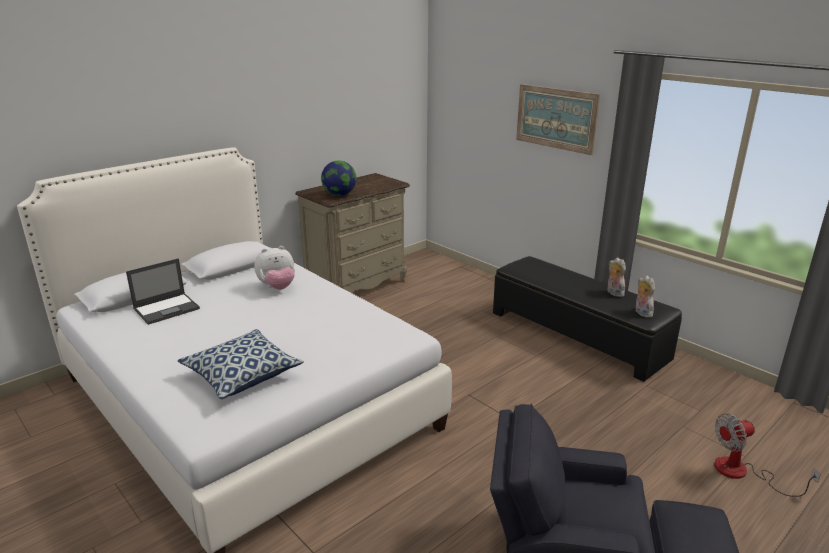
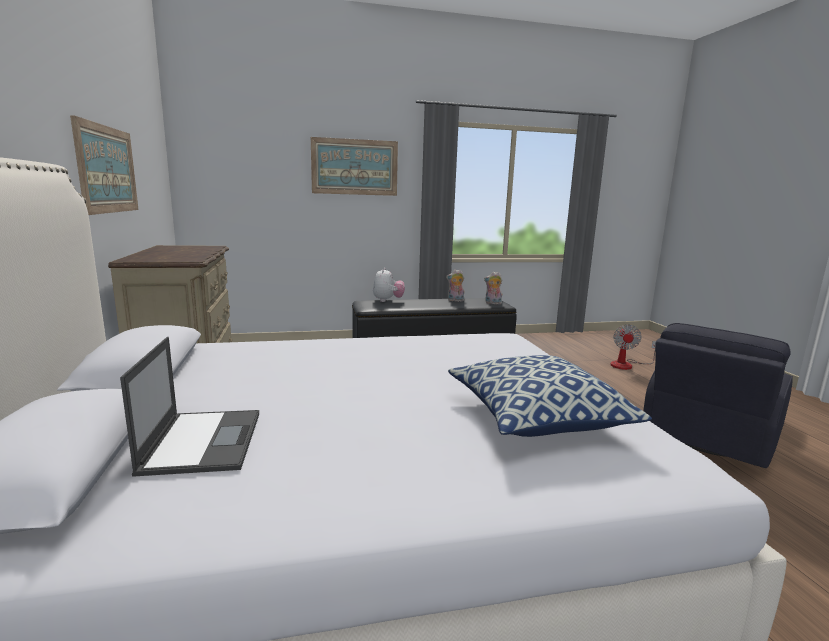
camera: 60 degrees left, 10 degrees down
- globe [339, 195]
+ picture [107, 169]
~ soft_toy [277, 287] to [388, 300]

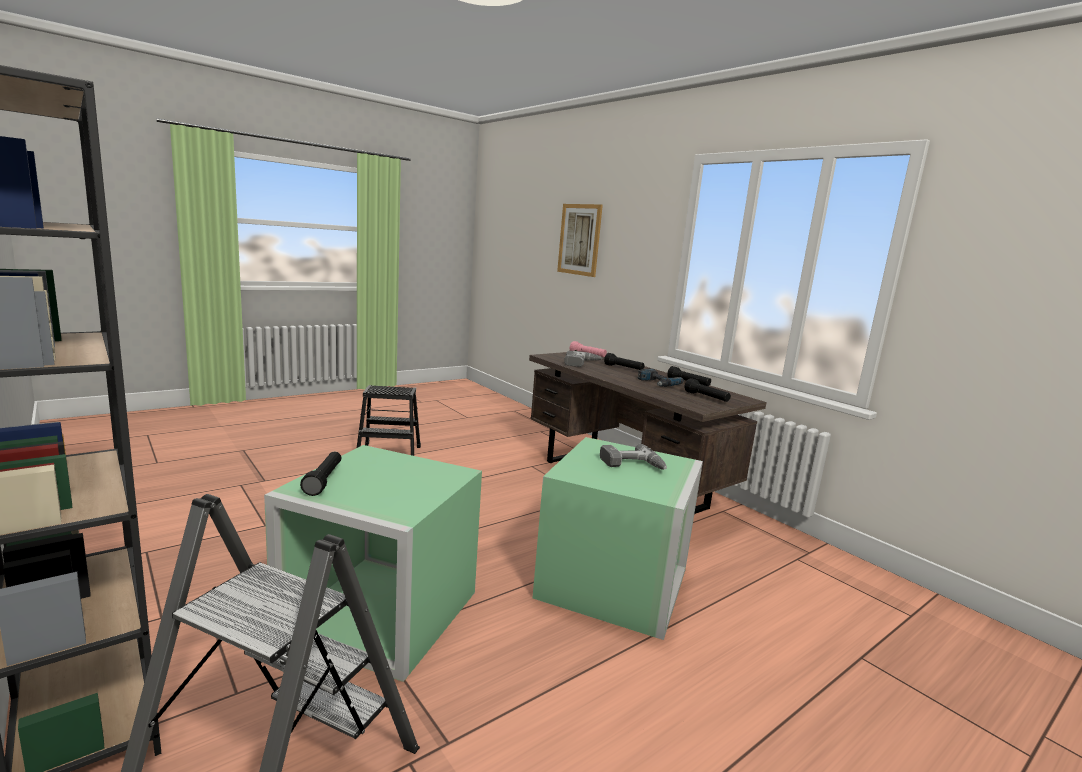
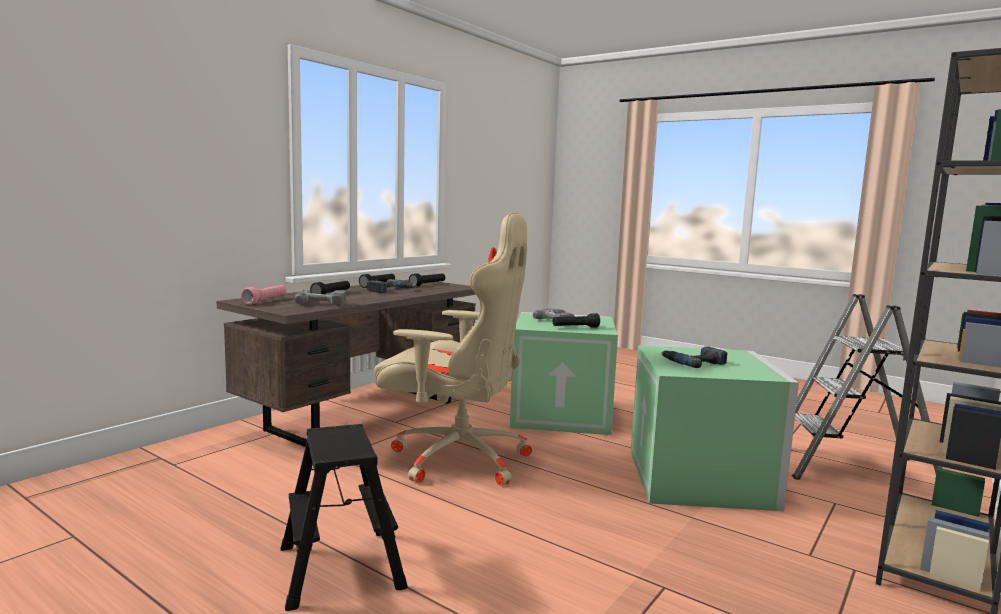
camera: 105 degrees left, 5 degrees down
- picture [579, 239]
+ beige-coloured_office_chair [450, 458]
+ drill [694, 362]
~ black-coloured_torch [324, 480] to [575, 328]

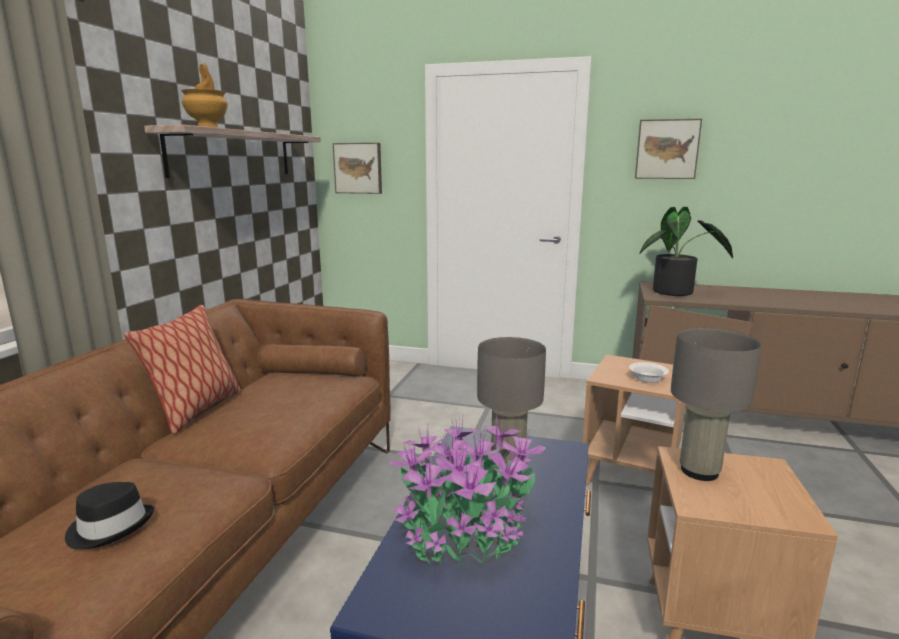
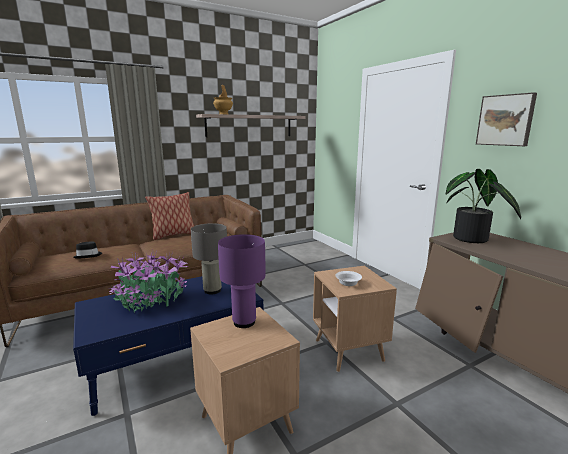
camera: 45 degrees right, 0 degrees up
- picture [358, 168]
~ greyish_table_lamp [698, 471] to purplish_table_lamp [244, 322]

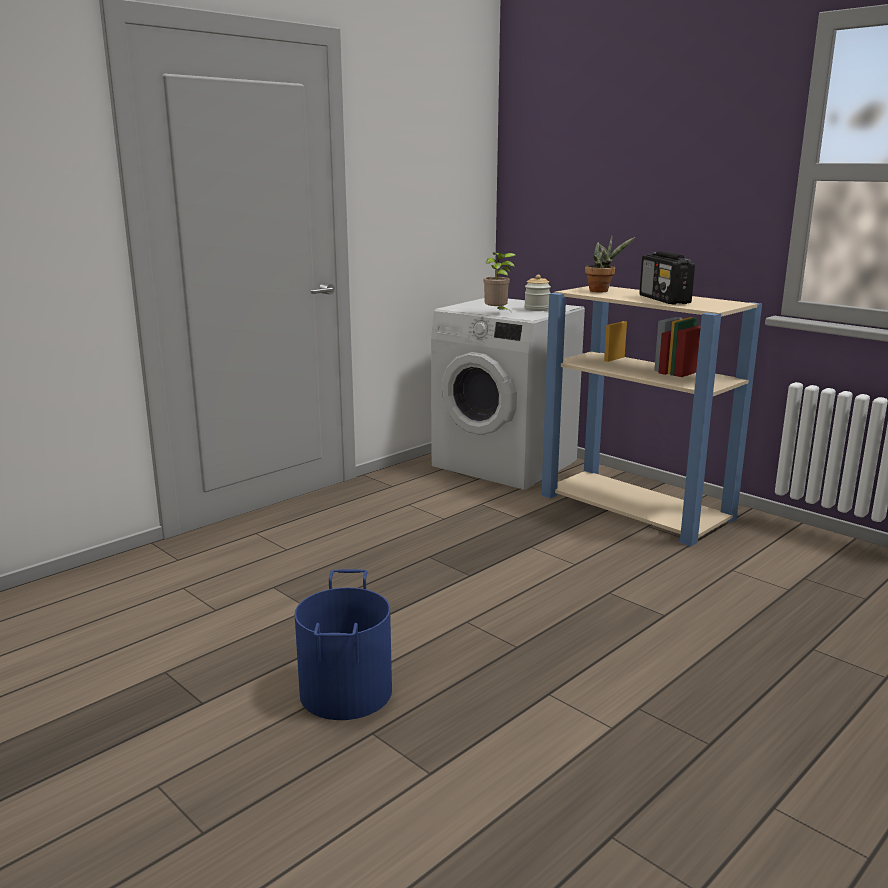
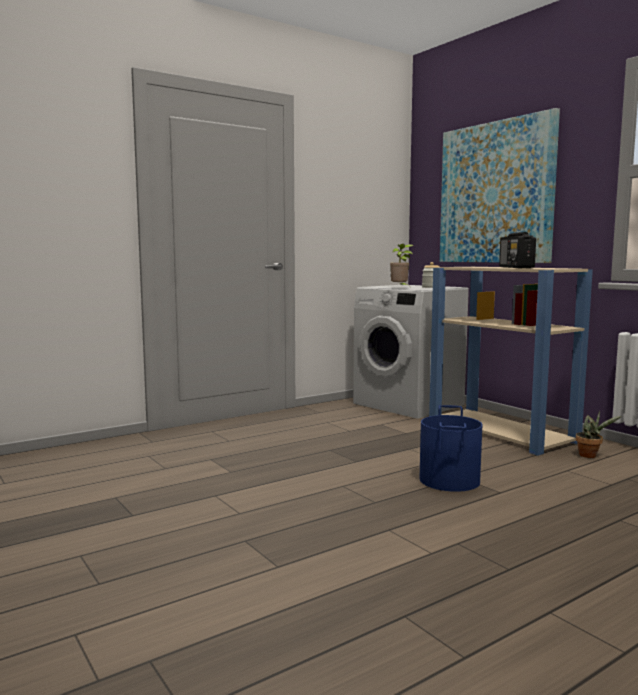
camera: 10 degrees right, 10 degrees down
+ picture [495, 193]
~ bluish_bucket [347, 691] to [450, 480]
~ houseplant [601, 291] to [590, 455]

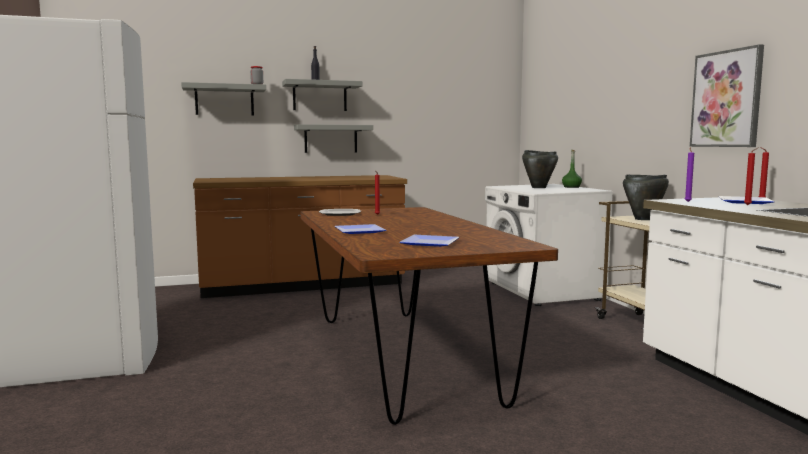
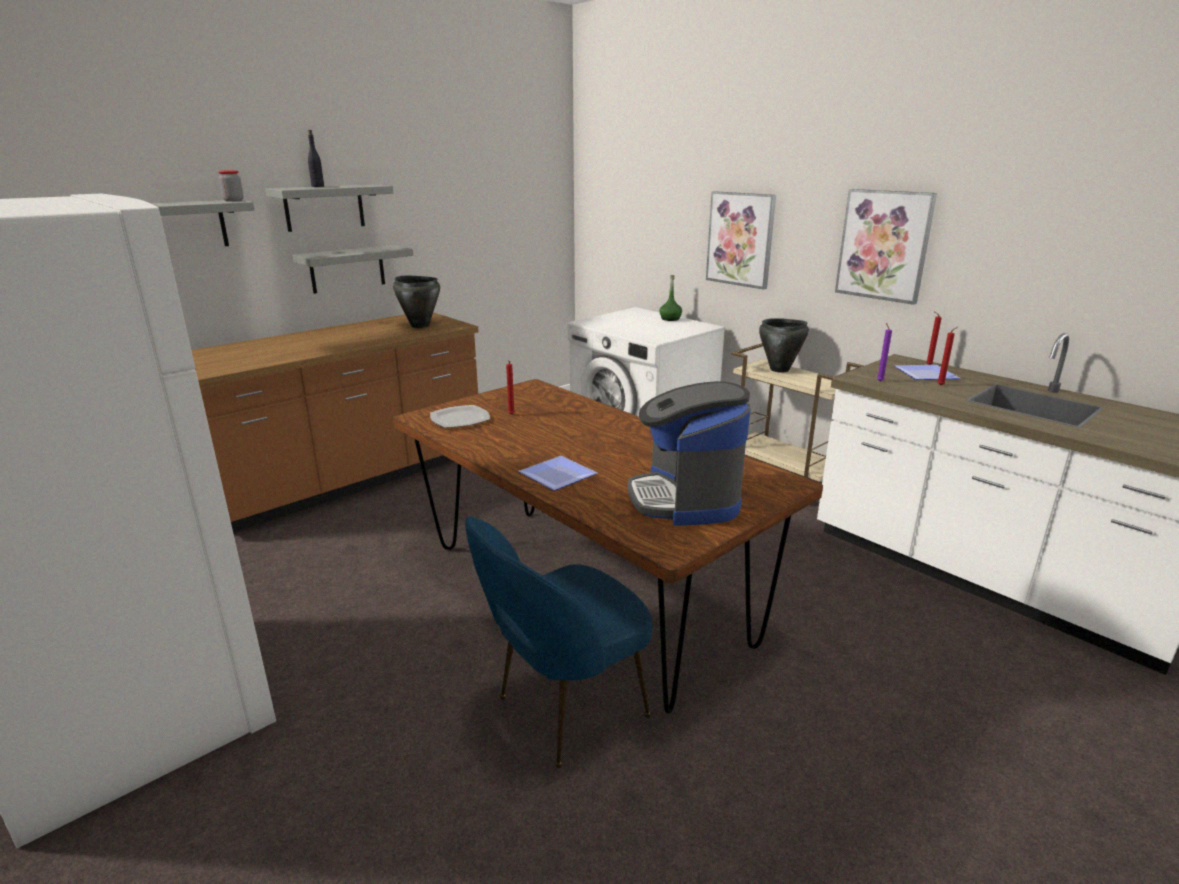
camera: 25 degrees left, 15 degrees up
+ bluish_plain_chair [562, 712]
+ picture [740, 239]
~ black-coloured_stockpot [538, 187] to [420, 326]
~ plate [431, 243] to coffee_maker [685, 499]

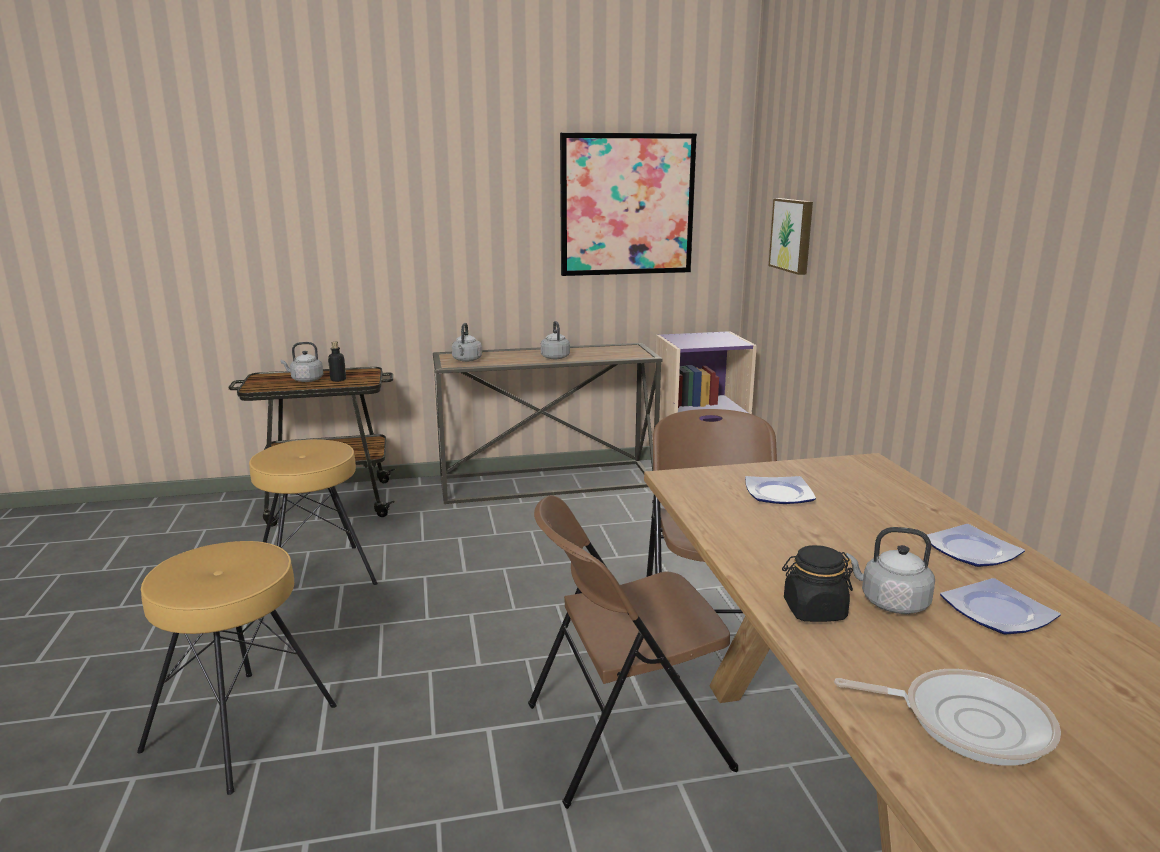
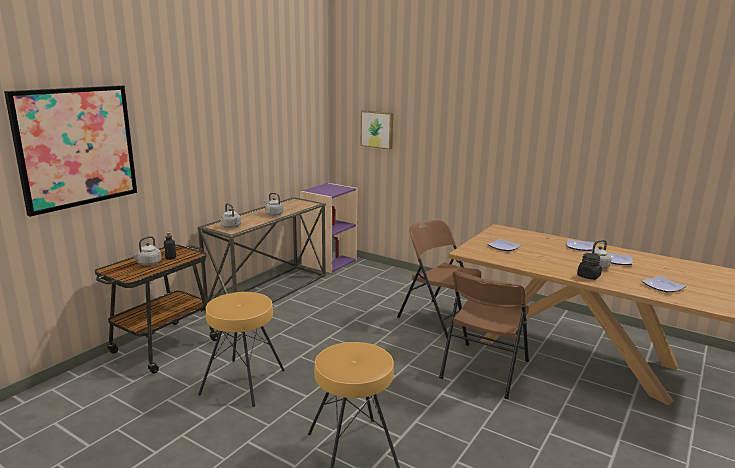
camera: 45 degrees left, 0 degrees up
~ picture [627, 205] to [76, 147]
~ frying_pan [967, 722] to plate [661, 287]

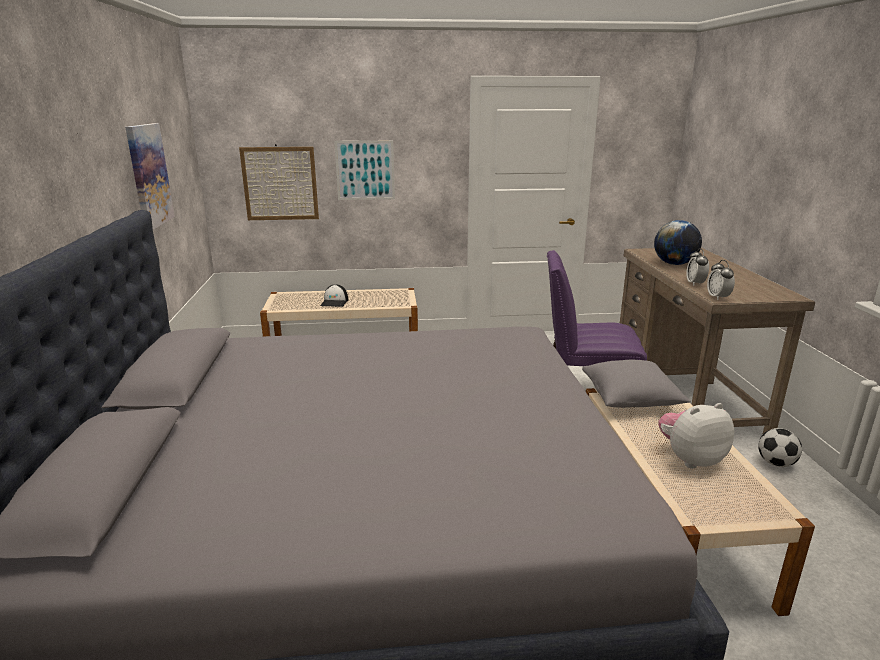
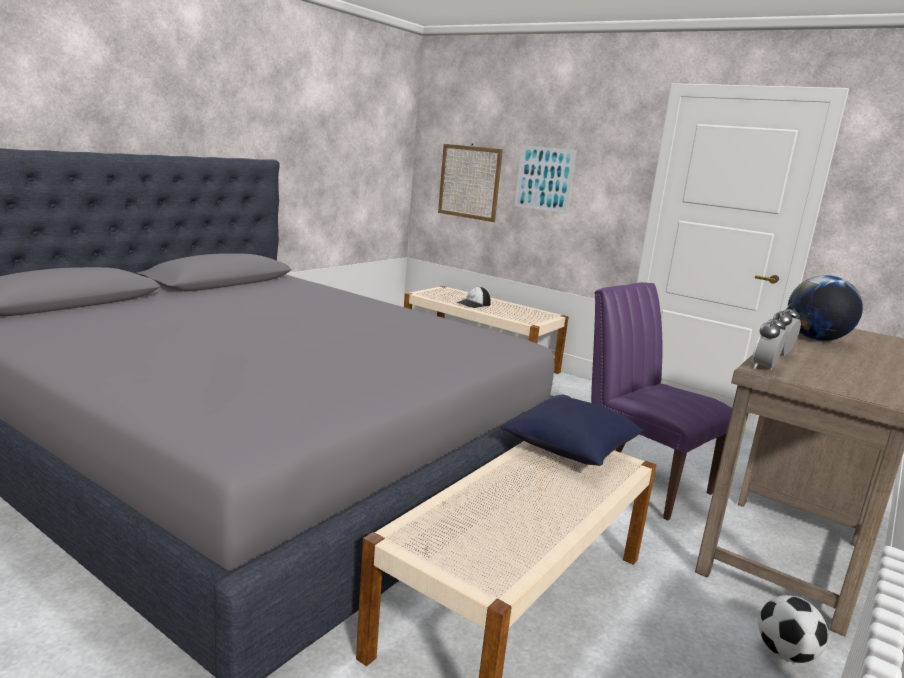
camera: 40 degrees right, 5 degrees down
- picture [149, 175]
- soft_toy [690, 459]
~ greyish_pillow [631, 399] to bluish_pillow [571, 451]

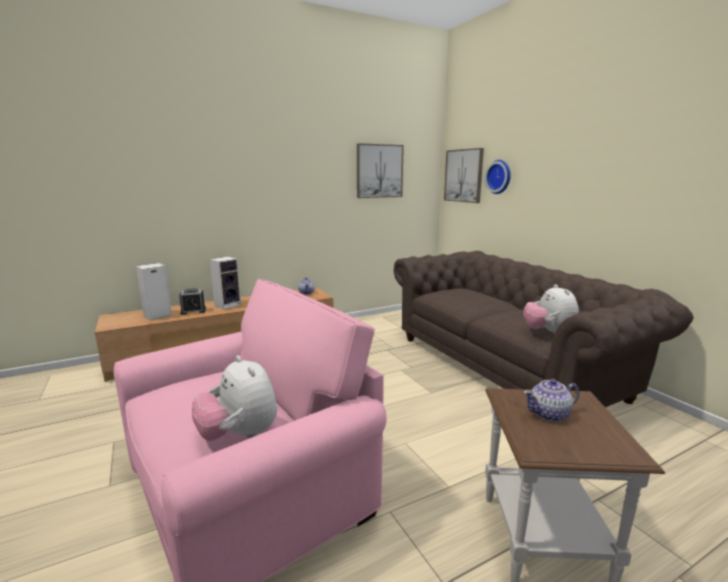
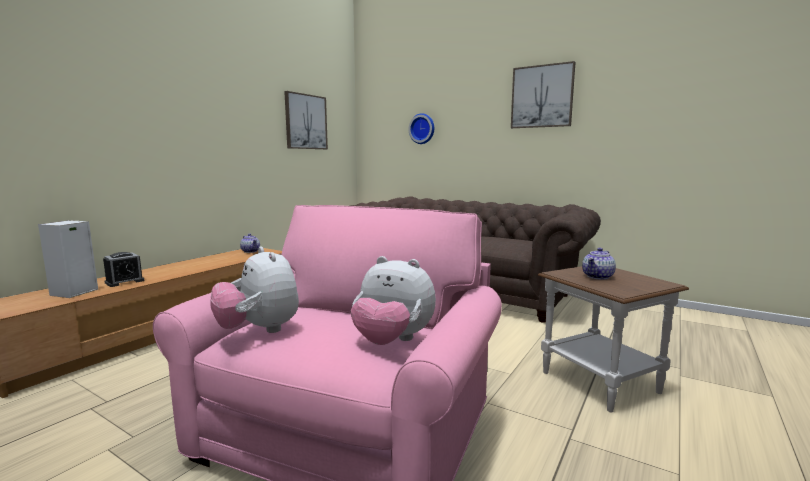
camera: 30 degrees left, 5 degrees down
- speaker [228, 305]
~ picture [464, 175] to [542, 96]
~ soft_toy [548, 332] to [259, 330]

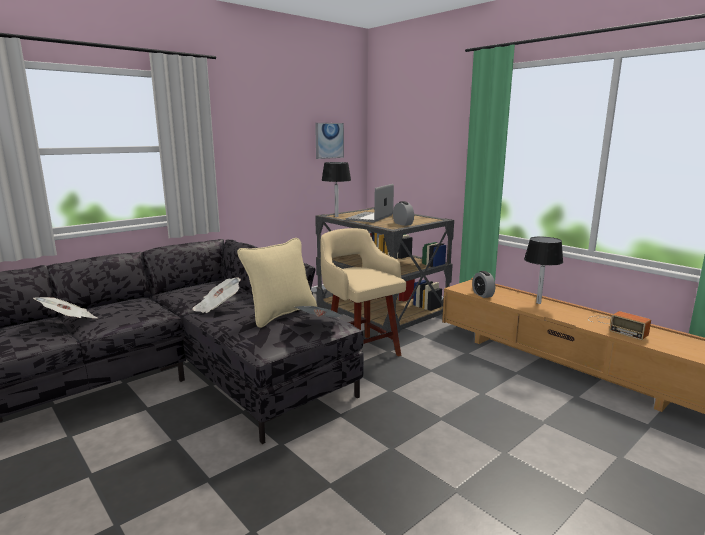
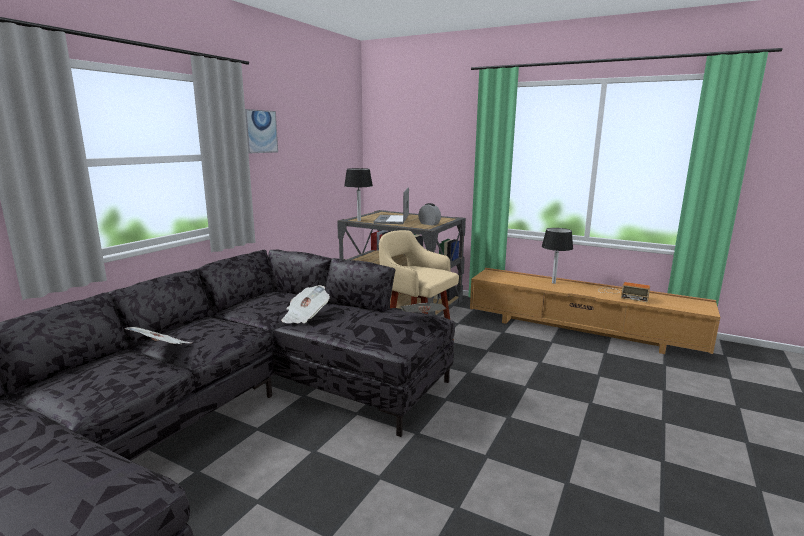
camera: 20 degrees left, 0 degrees up
- beige-coloured_pillow [281, 315]
- table_clock [482, 295]
~ picture [329, 140] to [260, 131]

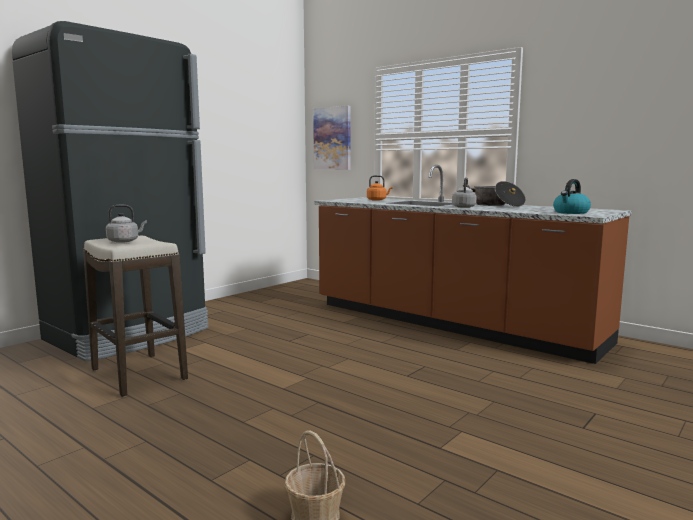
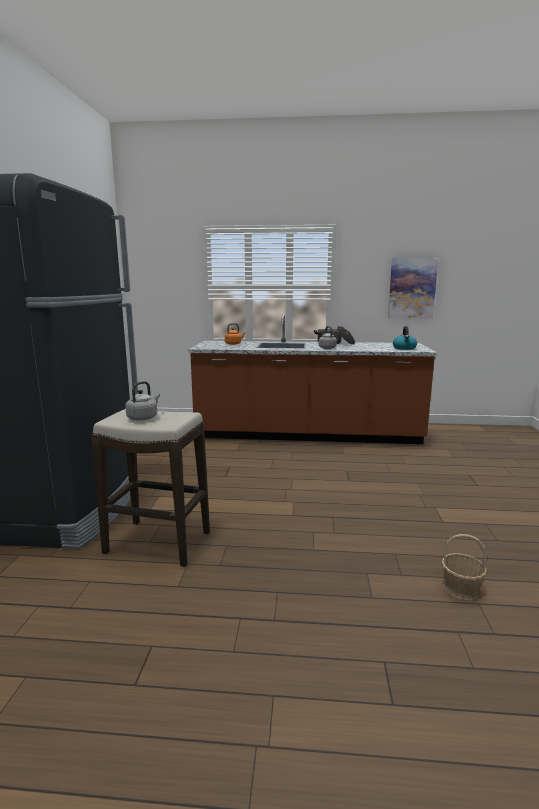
camera: 35 degrees left, 5 degrees up
~ picture [332, 138] to [412, 288]

